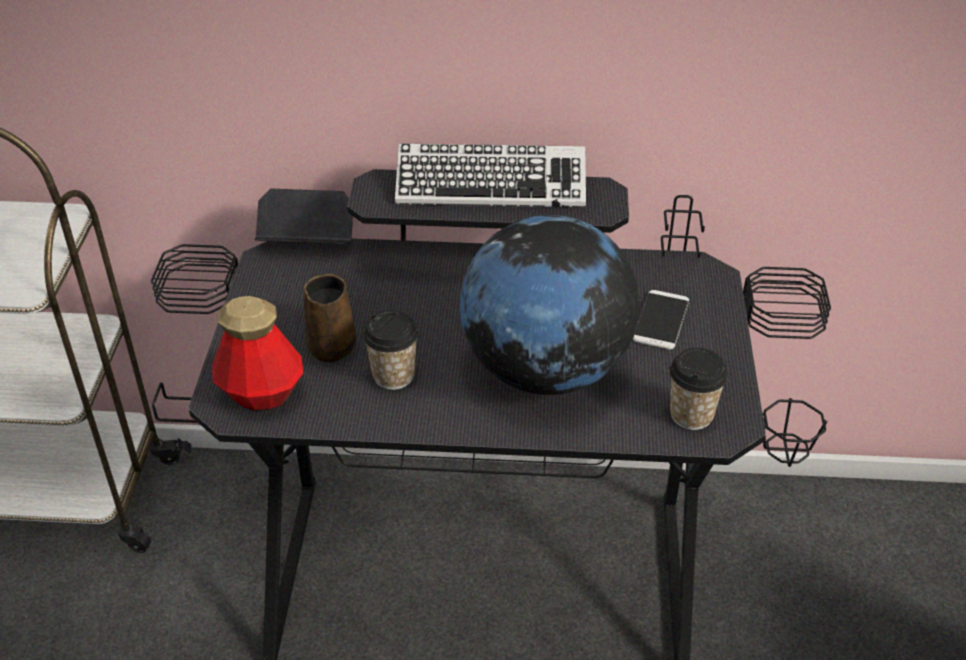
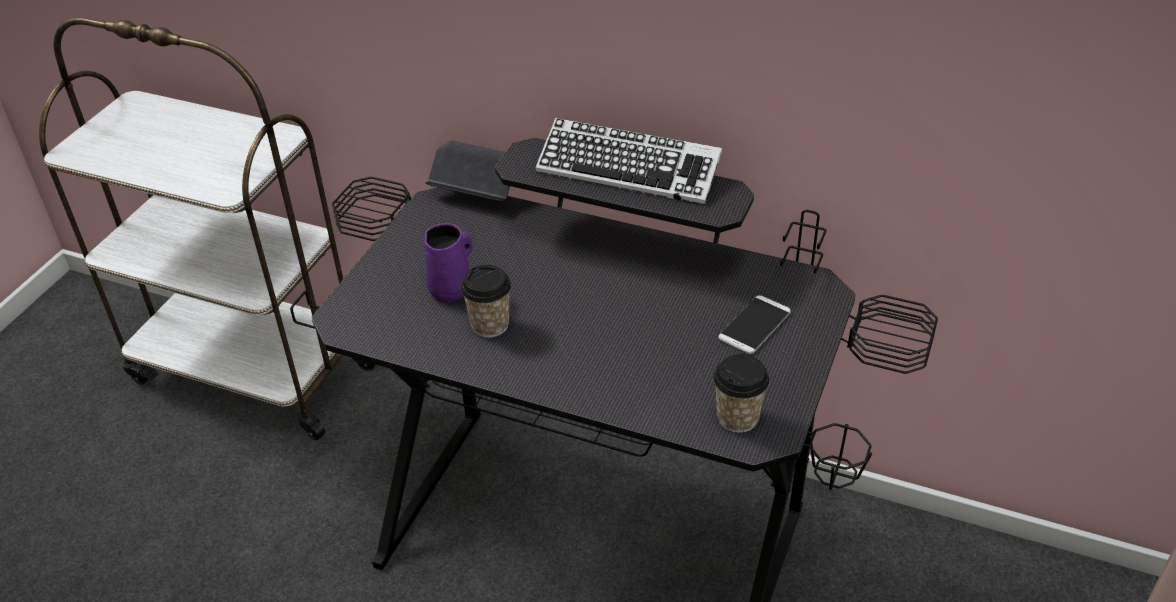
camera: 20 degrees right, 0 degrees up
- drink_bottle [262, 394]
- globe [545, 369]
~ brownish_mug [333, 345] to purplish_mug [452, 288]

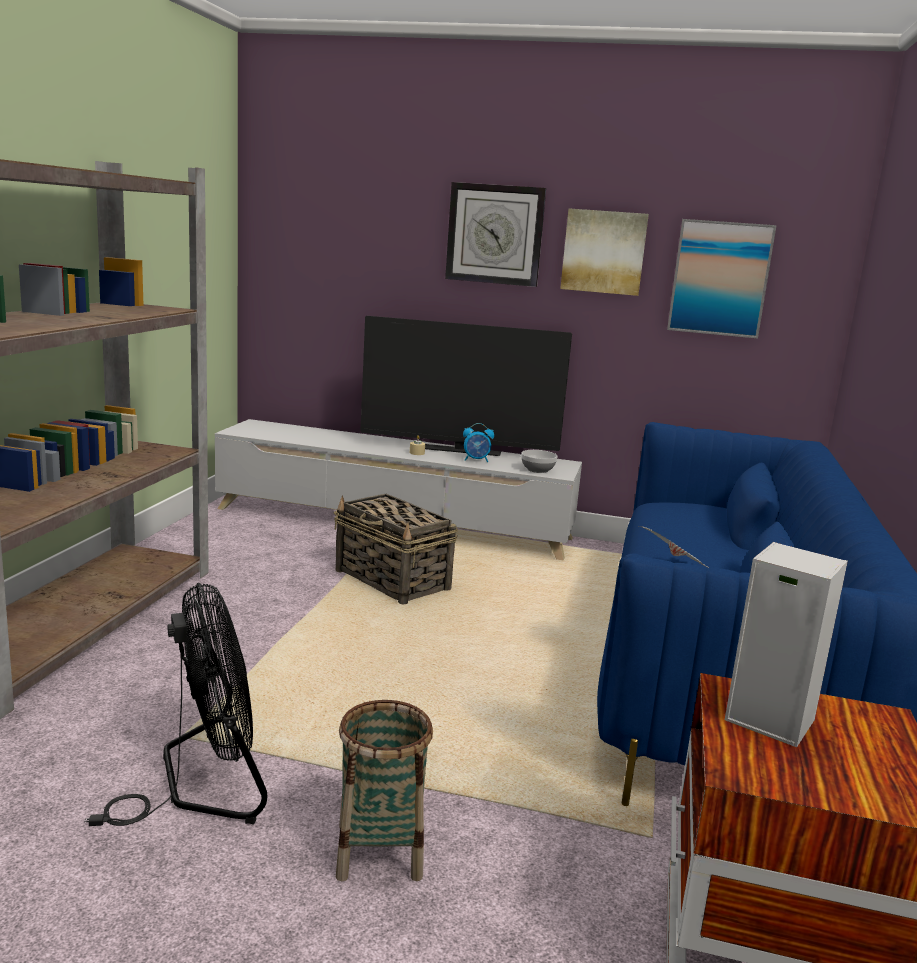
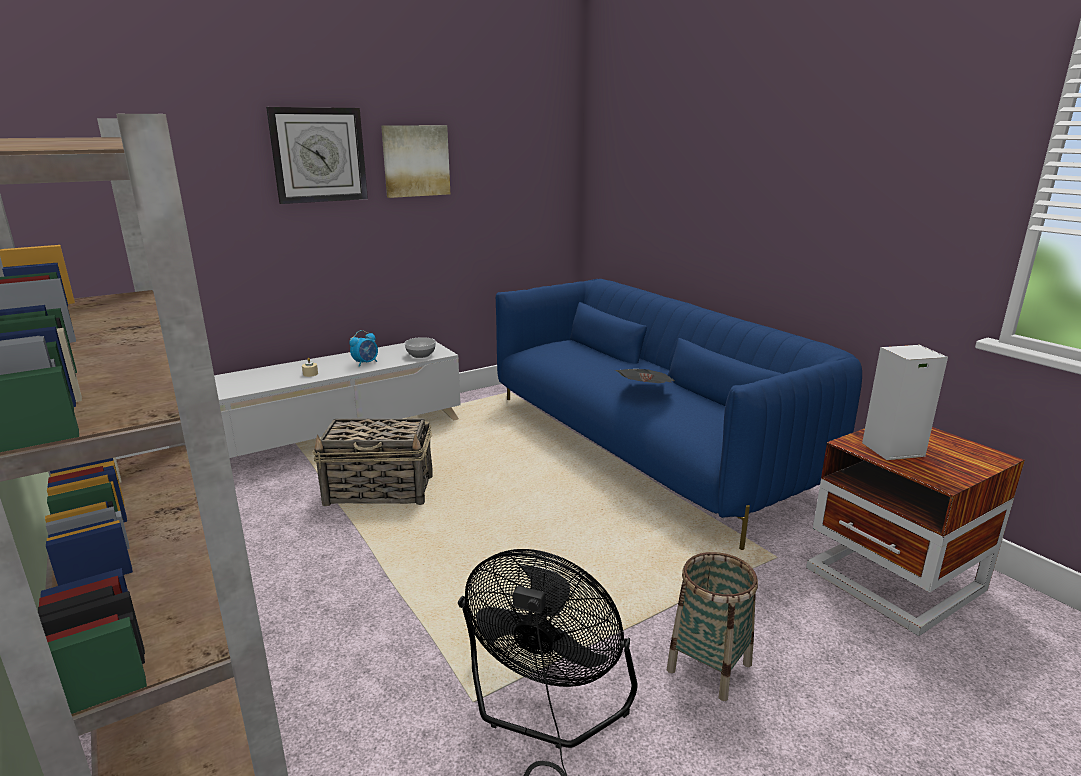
camera: 45 degrees left, 5 degrees up
- TV [458, 450]
- picture [720, 278]

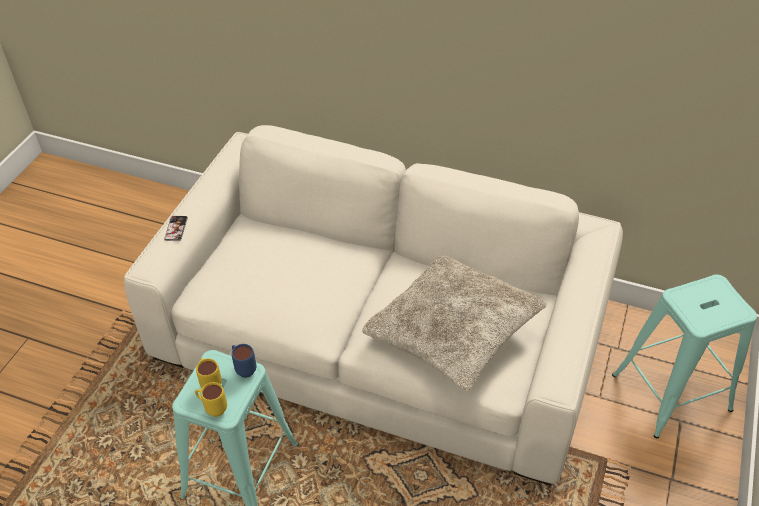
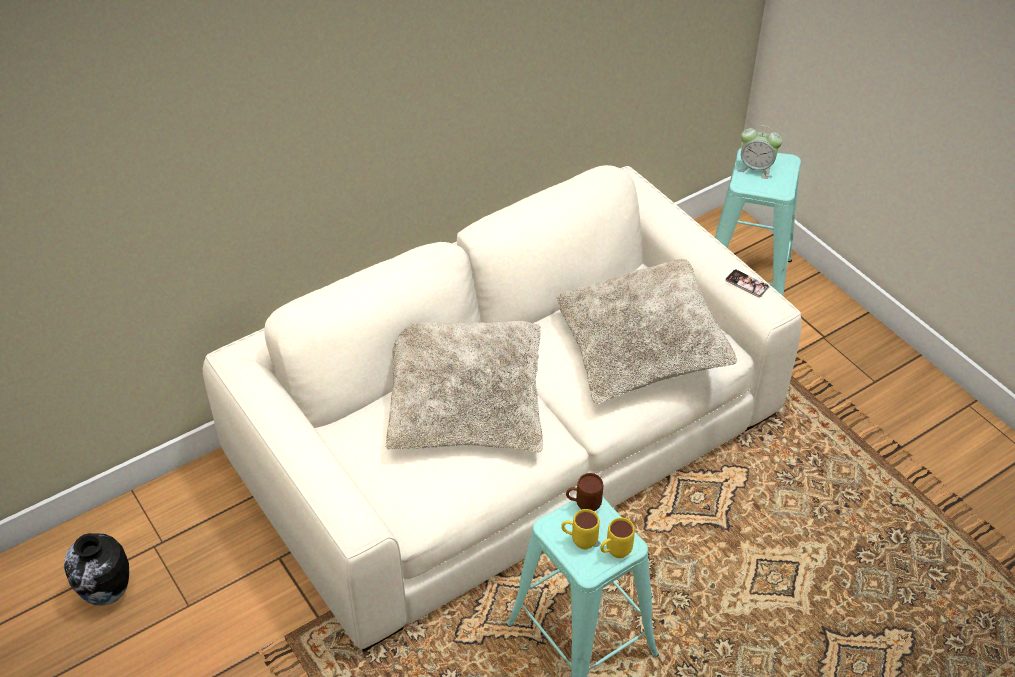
camera: 55 degrees left, 0 degrees up
+ flower_vase [108, 594]
+ beige-coloured_pillow [464, 403]
+ table_clock [756, 168]
~ phone [176, 229] to [746, 284]
~ bluish_mug [244, 368] to brownish_mug [583, 506]

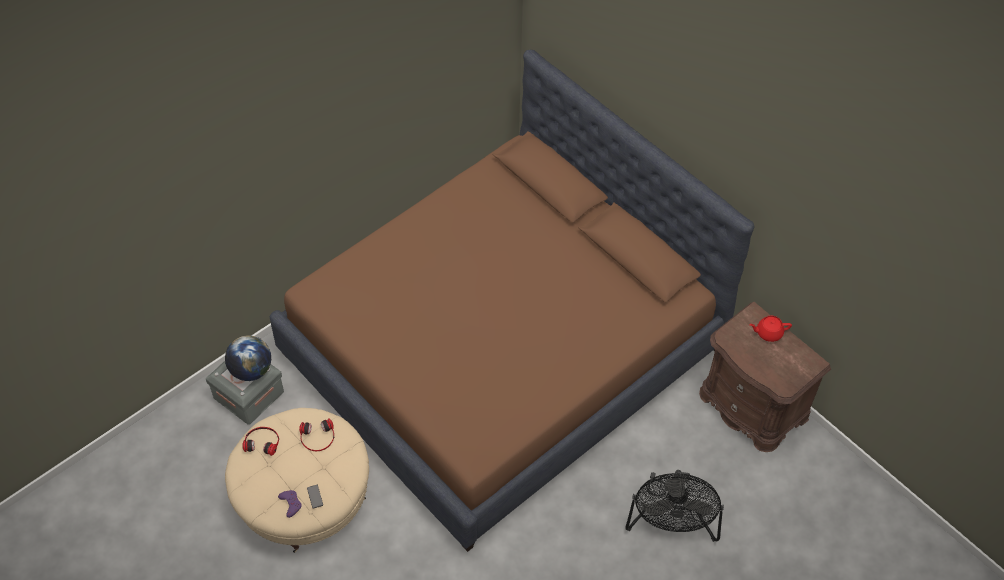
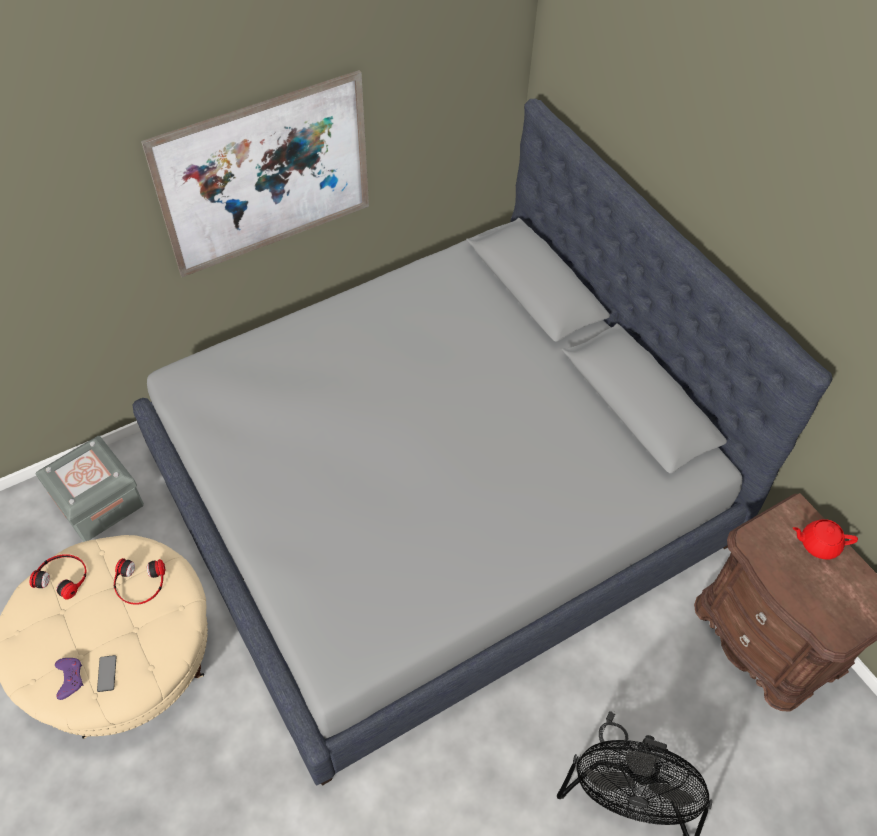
camera: 10 degrees right, 0 degrees up
- globe [251, 370]
+ picture [266, 176]
~ brownish_bed [502, 350] to greyish_bed [437, 498]

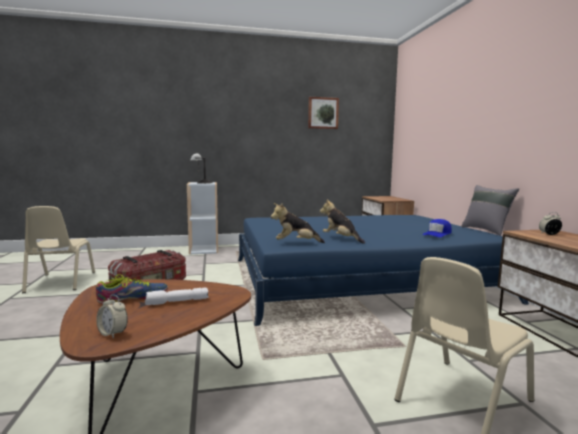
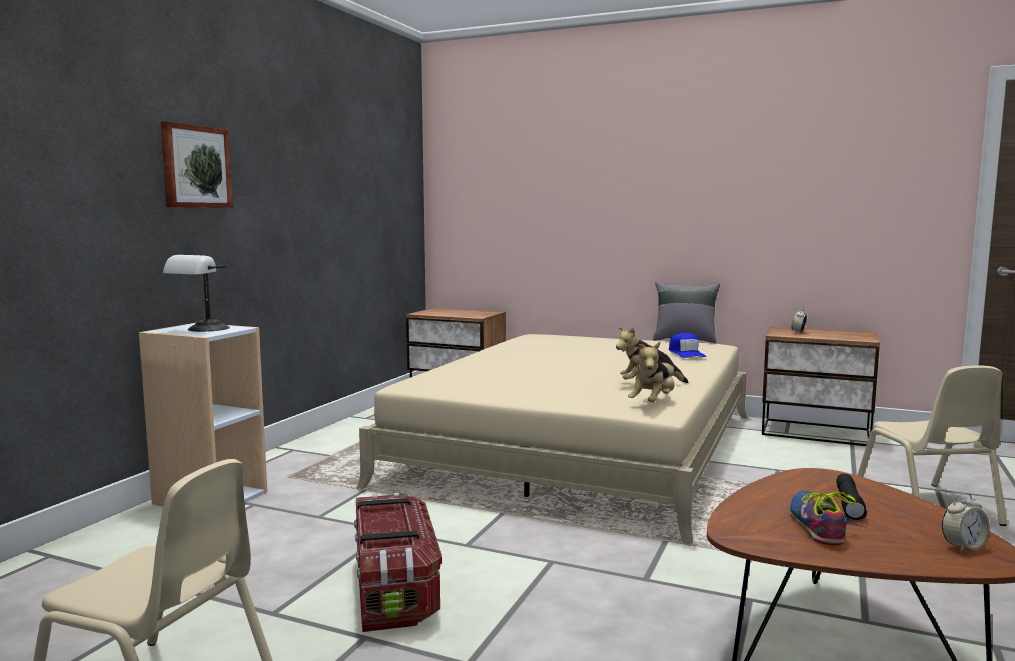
camera: 55 degrees left, 0 degrees up
~ picture [323, 113] to [195, 167]
~ white_torch [177, 302] to black-coloured_torch [850, 505]
~ bluish_bed [358, 279] to beige-coloured_bed [580, 448]

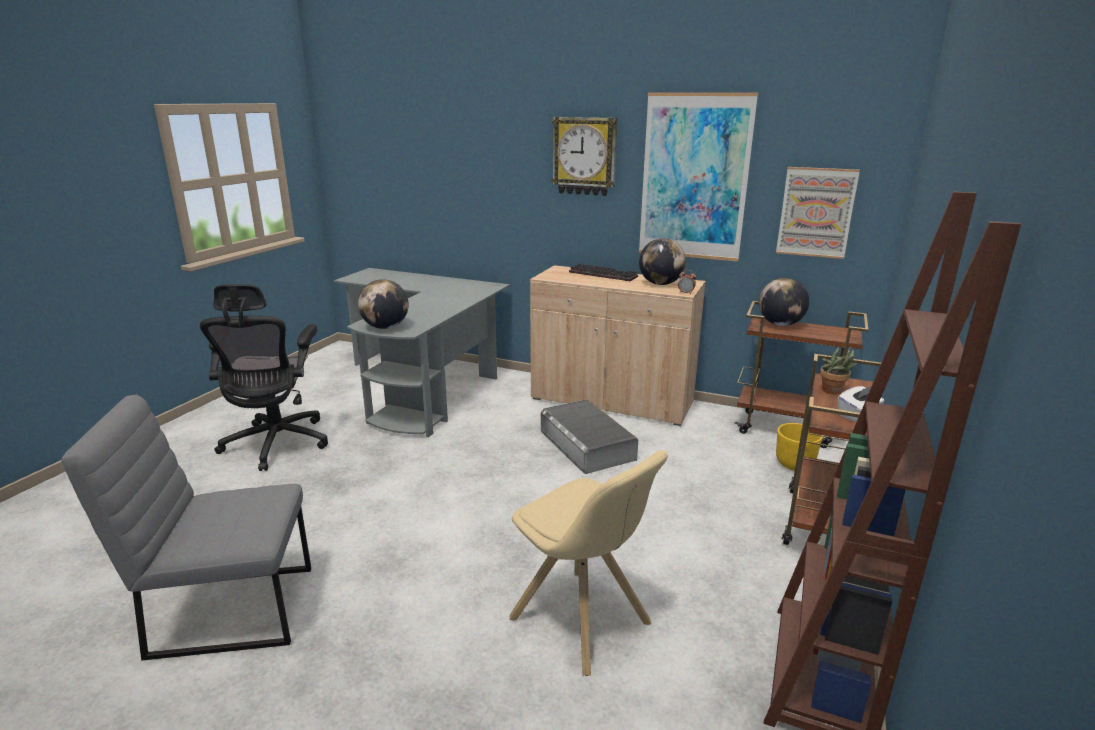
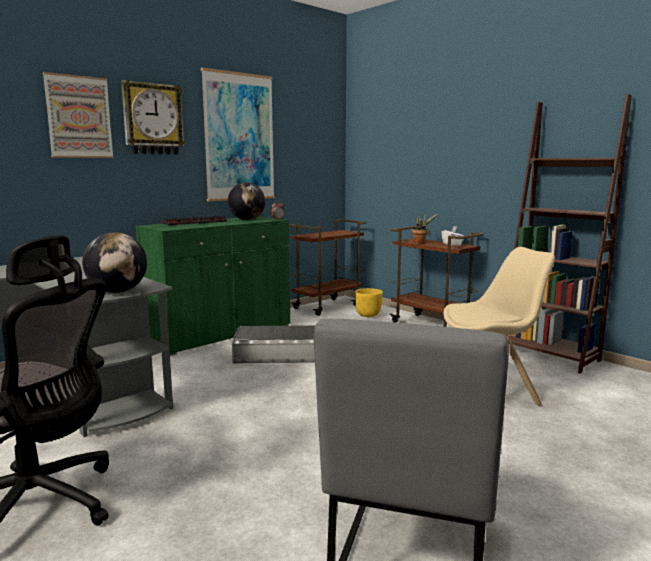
camera: 65 degrees left, 10 degrees down
- globe [780, 324]
~ picture [816, 212] to [79, 117]
~ beige-coloured_cupboard [611, 401] to green-coloured_cupboard [221, 333]

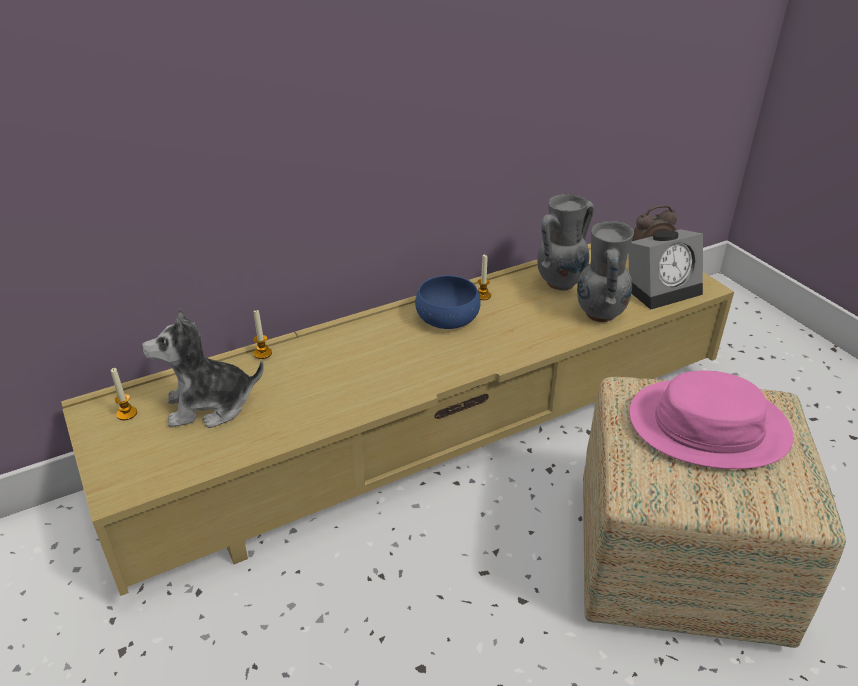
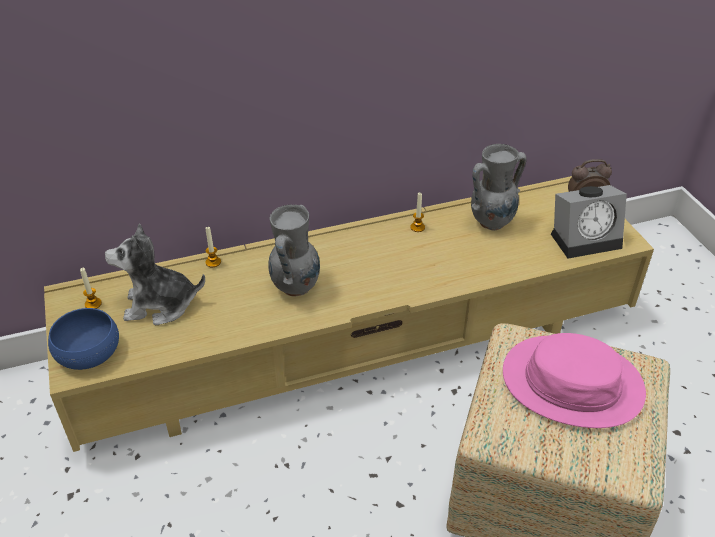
camera: 10 degrees right, 5 degrees up
~ bluish_serving_bowl [447, 317] to [88, 352]
~ greyish_flower_vase [599, 315] to [295, 288]

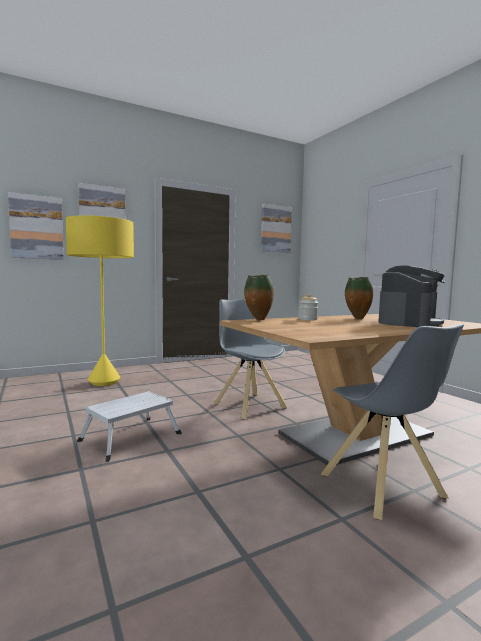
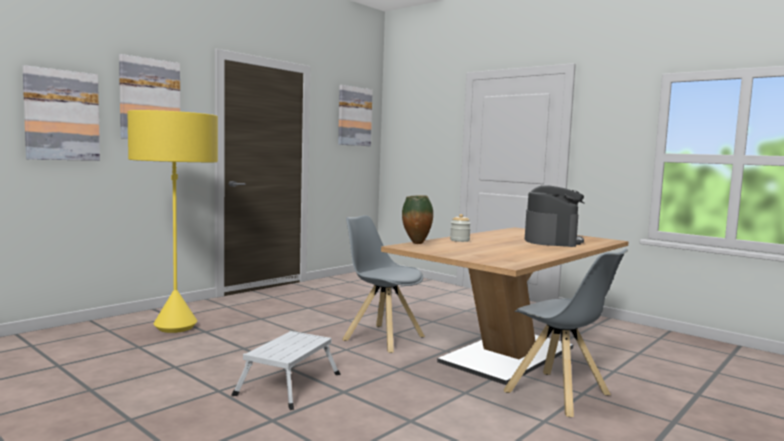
camera: 20 degrees left, 0 degrees up
- flower_vase [357, 318]

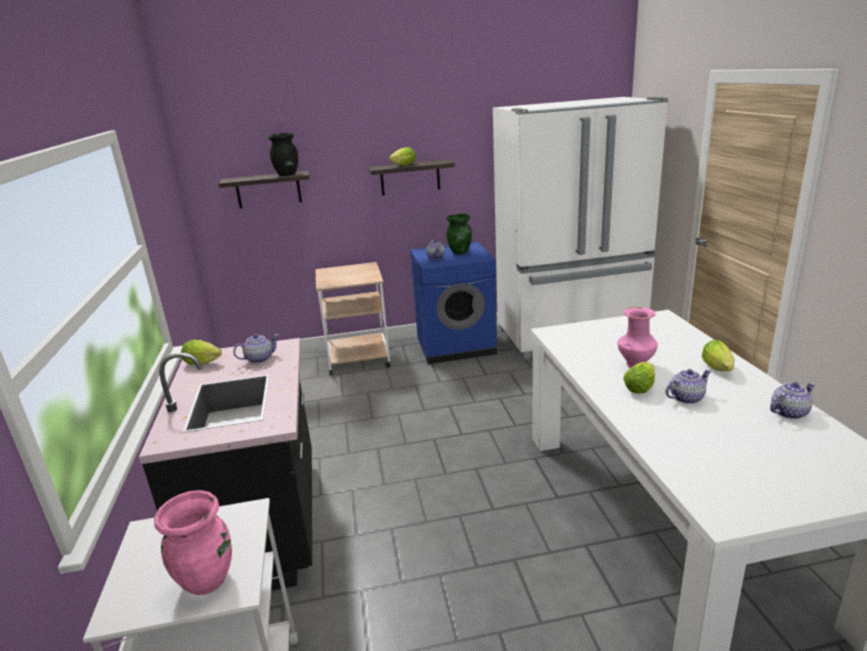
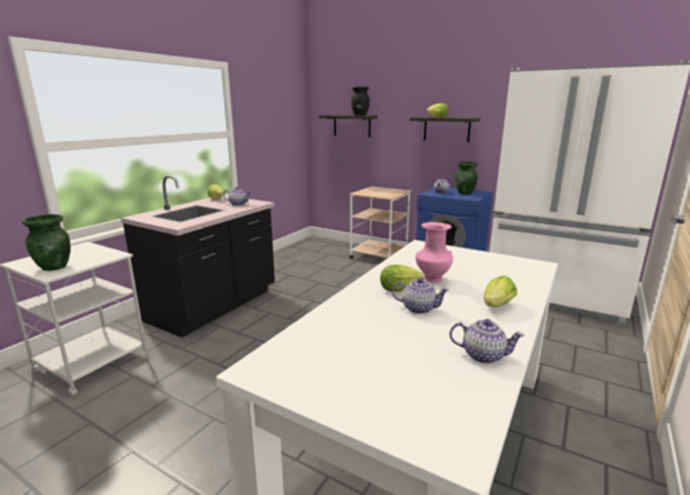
camera: 40 degrees right, 5 degrees down
~ pinkish_flower_vase [207, 579] to green-coloured_flower_vase [55, 267]

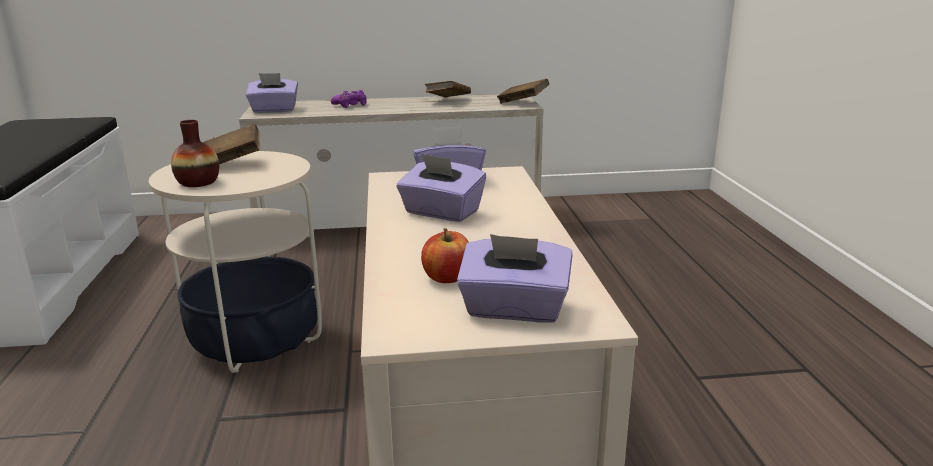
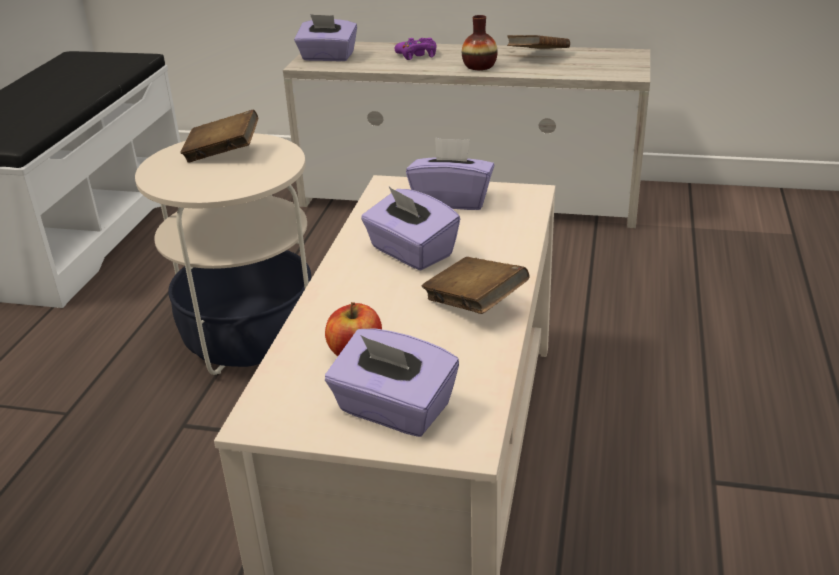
camera: 20 degrees right, 10 degrees up
~ flower_vase [198, 182] to [479, 66]
~ brownish_bound_book [522, 103] to [474, 305]

